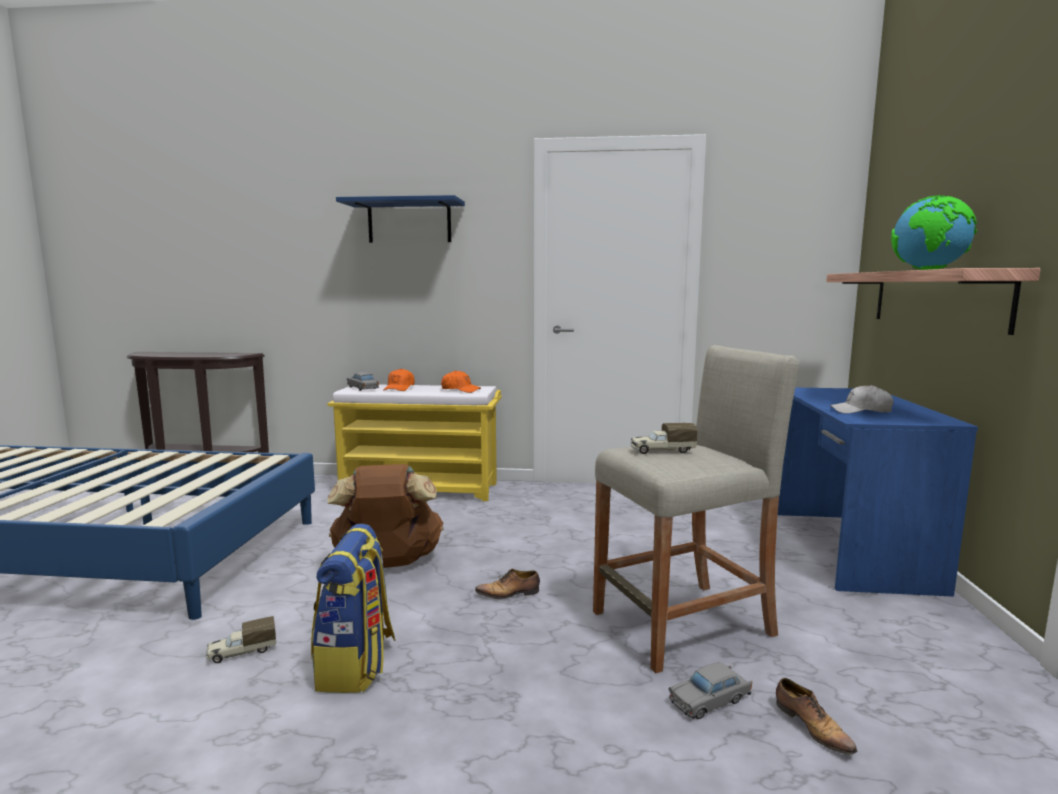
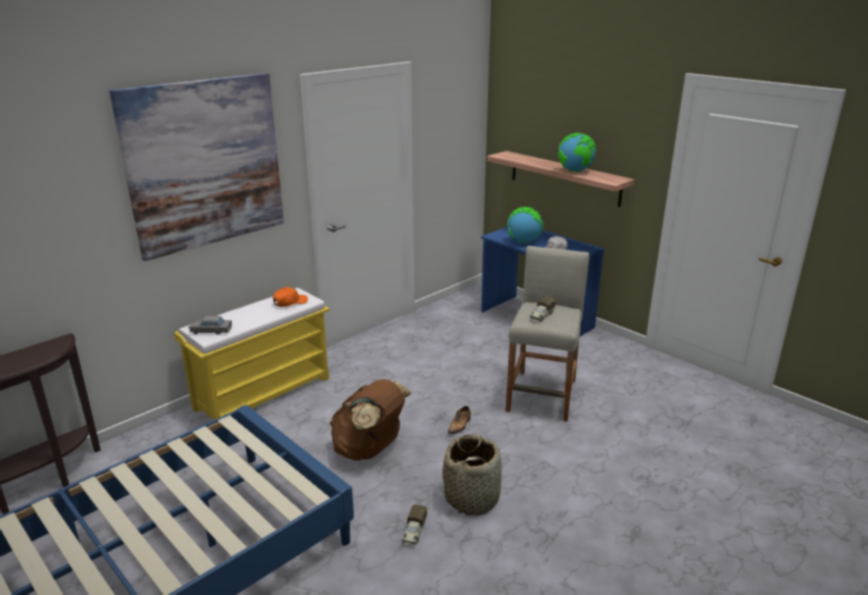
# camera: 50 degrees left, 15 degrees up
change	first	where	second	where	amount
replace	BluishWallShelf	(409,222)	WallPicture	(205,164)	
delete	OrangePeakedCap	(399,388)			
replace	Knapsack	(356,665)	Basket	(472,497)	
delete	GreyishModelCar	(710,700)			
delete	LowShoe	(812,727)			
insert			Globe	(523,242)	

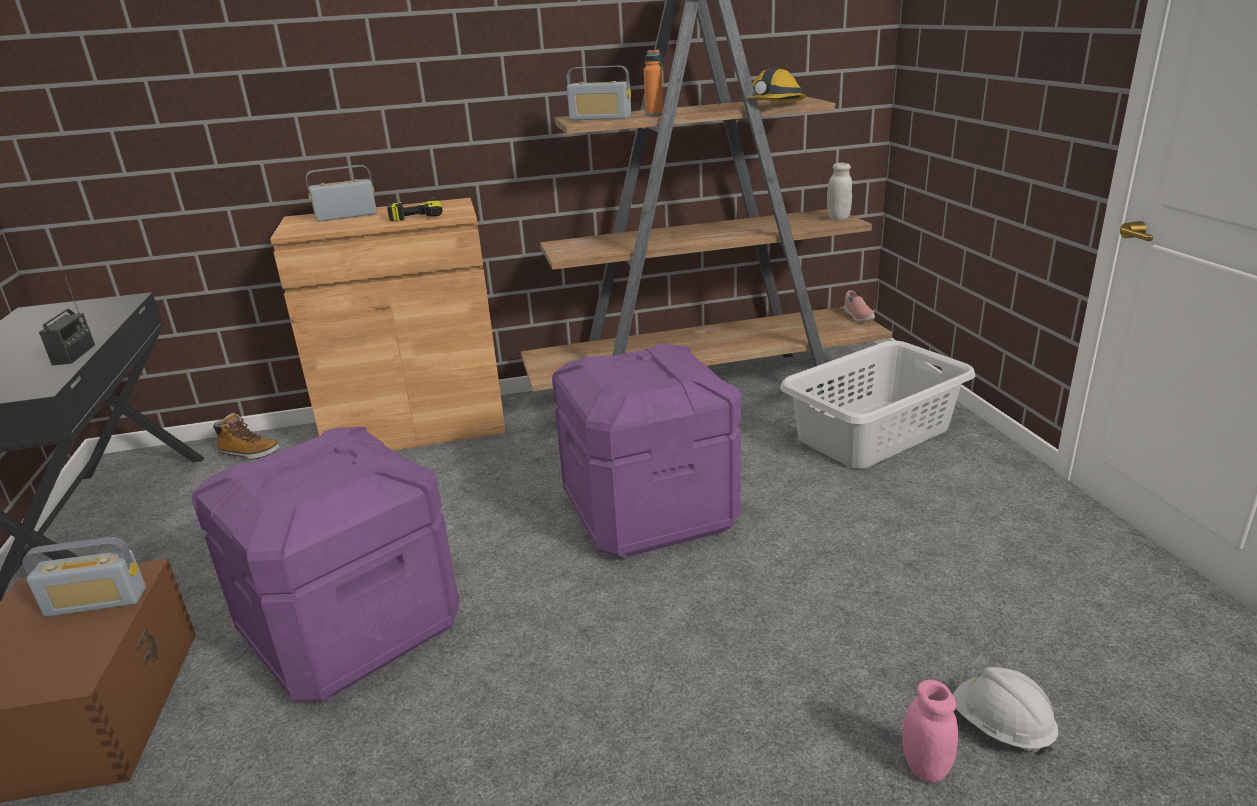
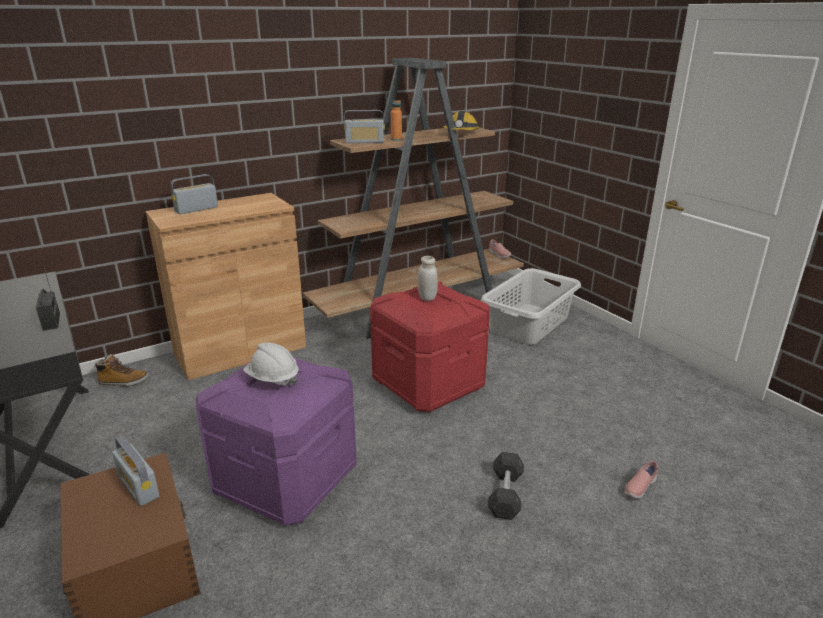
# camera: 20 degrees left, 0 degrees up
change	first	where	second	where	amount
move	WhitishPreserveJar	(838,218)		(427,297)	
delete	PowerDrill	(416,213)			
recolor	PurplishStorageContainer	(650,512)	RedStorageContainer	(429,384)	
rotate	Radio	(96,602)		(138,486)	75 degrees clockwise
move	WhitishWorkHelmet	(1000,727)		(272,379)	
replace	PinkishPreserveJar	(925,767)	PinkishLowShoe	(639,488)	
insert			GreyishFreeWeight	(505,494)	

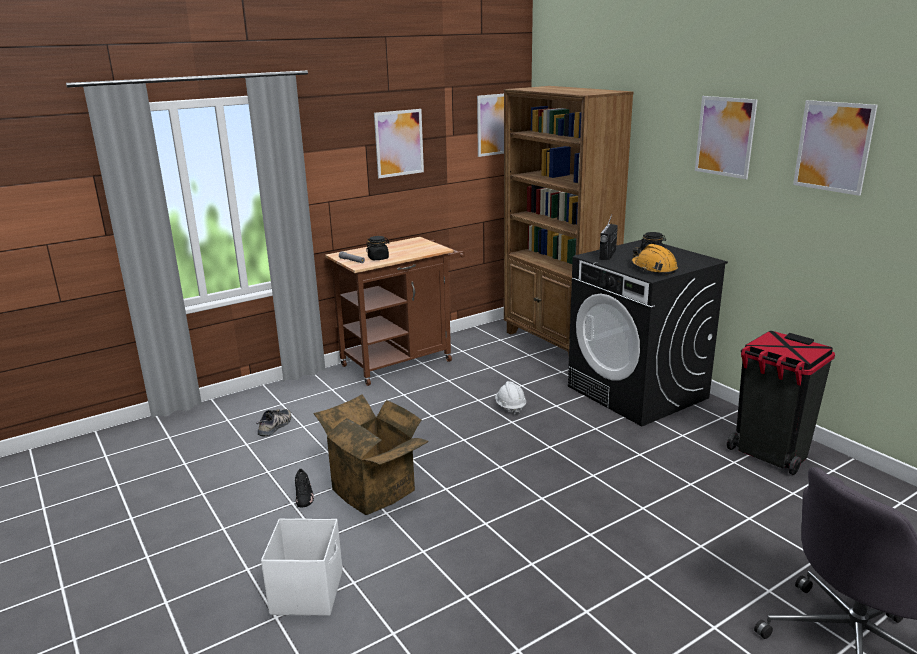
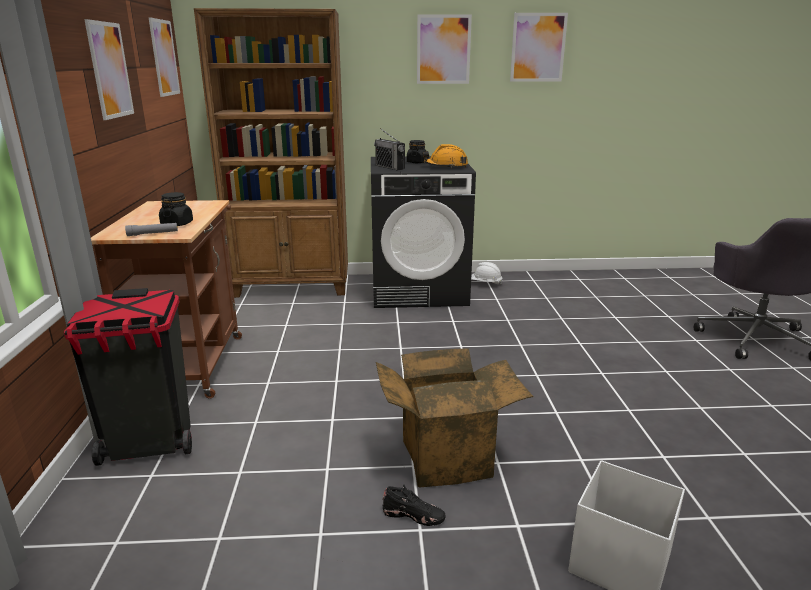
# camera: 60 degrees left, 0 degrees up
change	first	where	second	where	amount
move	BlackishWasteBin	(770,454)		(150,444)	
move	WhitishWorkHelmet	(510,407)		(485,283)	
delete	LowShoe	(275,426)			

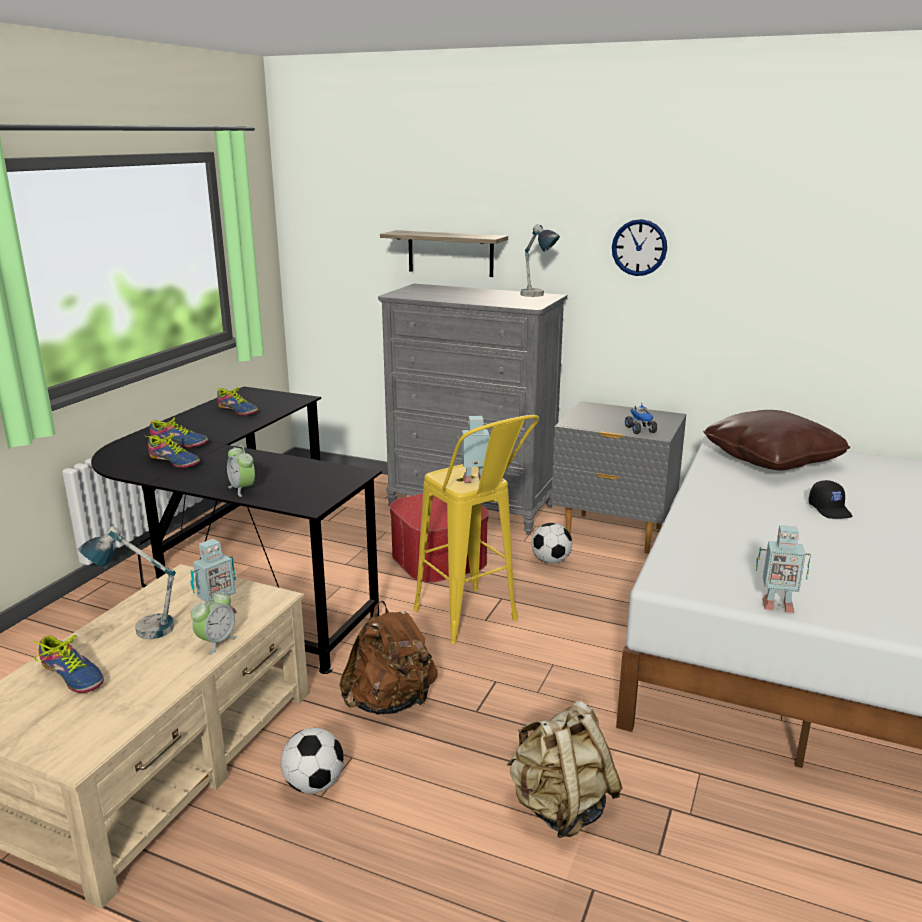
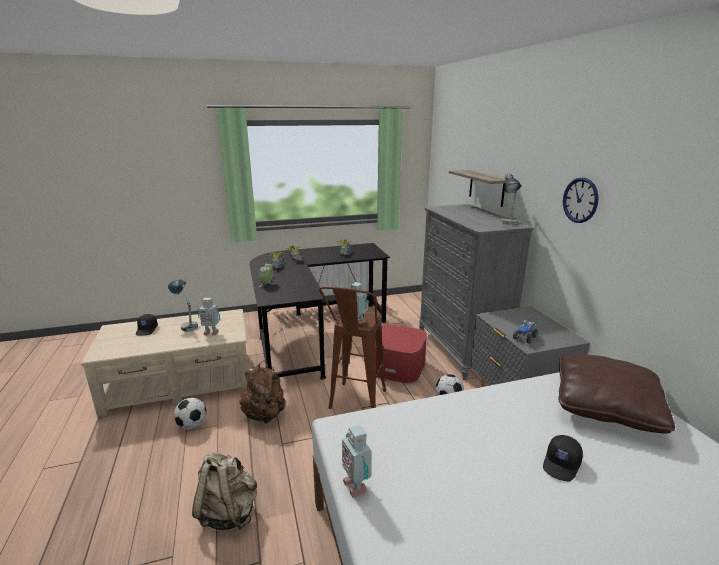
# camera: 50 degrees right, 0 degrees up
change	first	where	second	where	amount
recolor	YellowStool	(474,622)	BrownishStool	(355,405)	
delete	TableClock	(216,642)			
replace	LowShoe	(73,675)	BlackishPeakedCap	(147,330)	

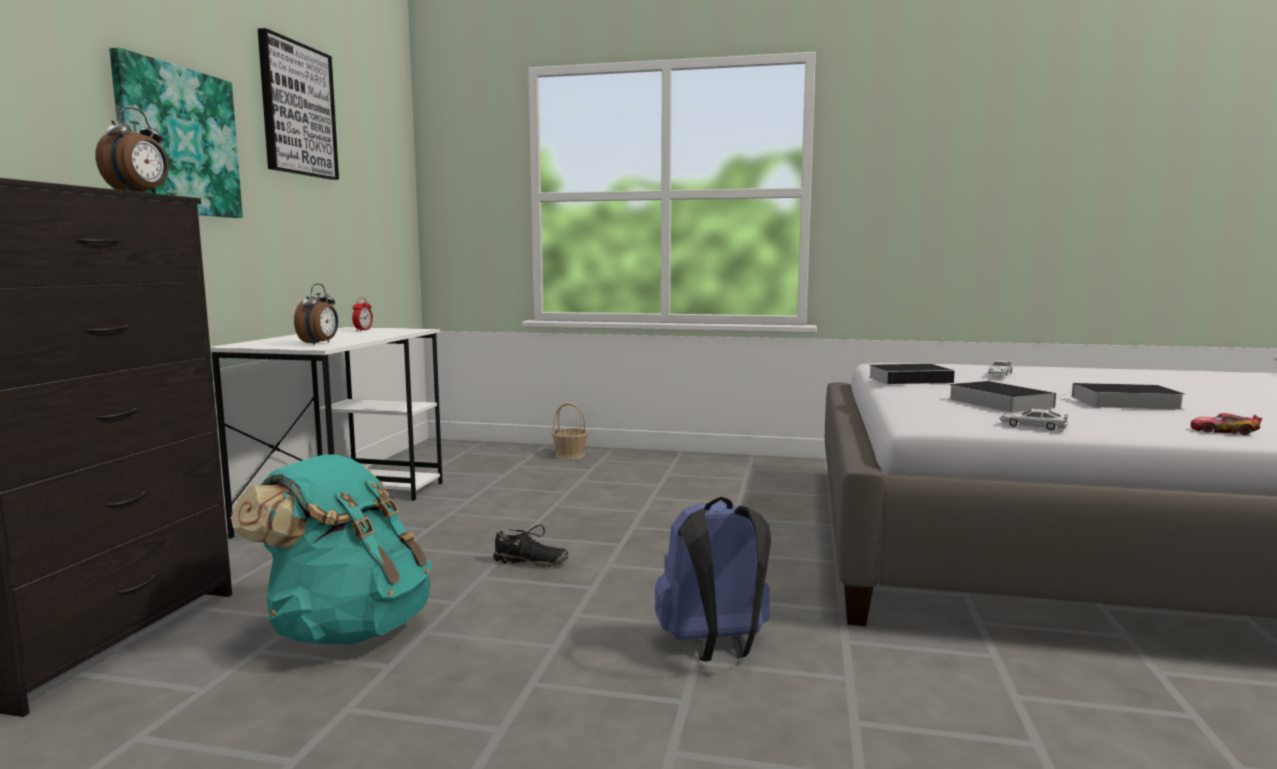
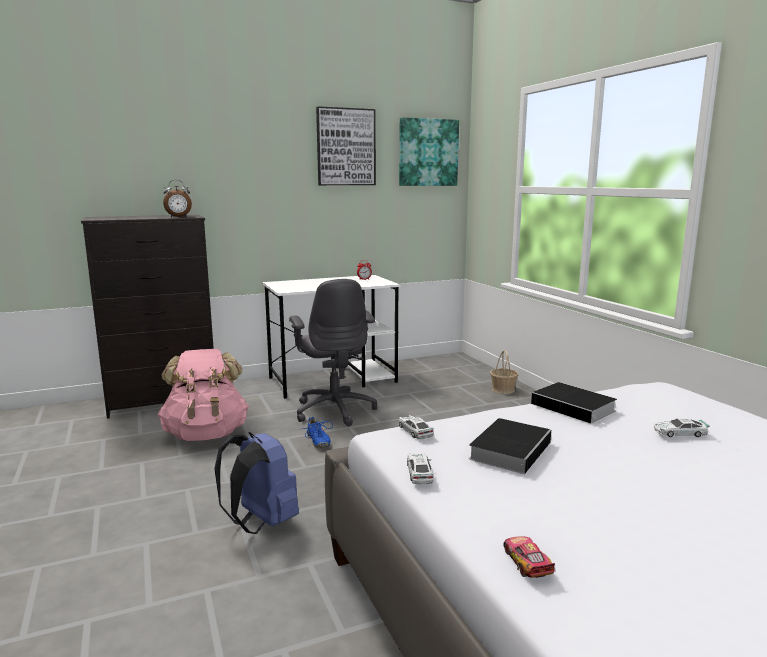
# camera: 55 degrees right, 5 degrees up
change	first	where	second	where	amount
move	WallPicture	(177,141)		(428,152)	
delete	TableClock	(320,343)			
delete	Book	(1122,403)			
recolor	BlueGreenKnapsack	(347,629)	PinkishKnapsack	(206,434)	
recolor	BlackishLowShoe	(530,562)	BluishLowShoe	(317,441)	
insert			GreyishDeskChair	(335,410)	
insert			ModelCar	(414,431)	

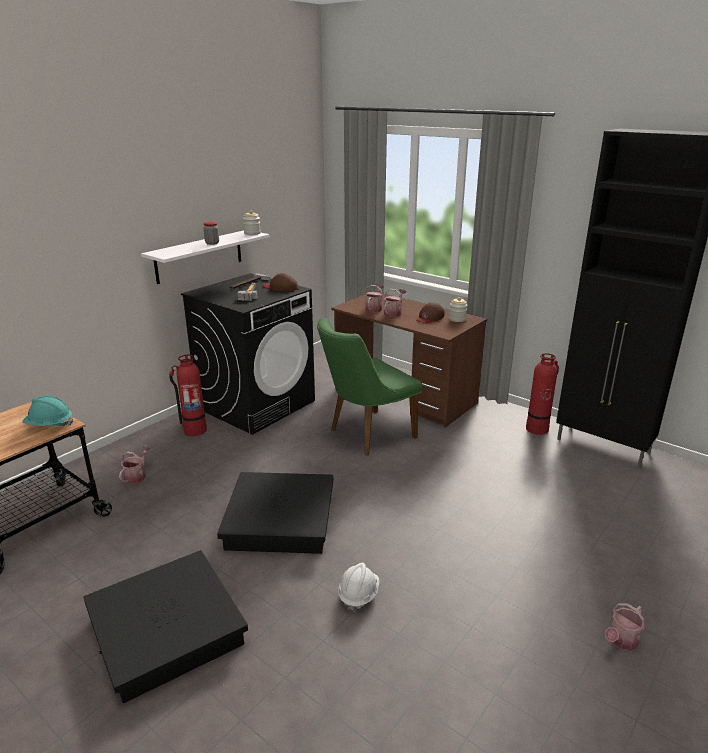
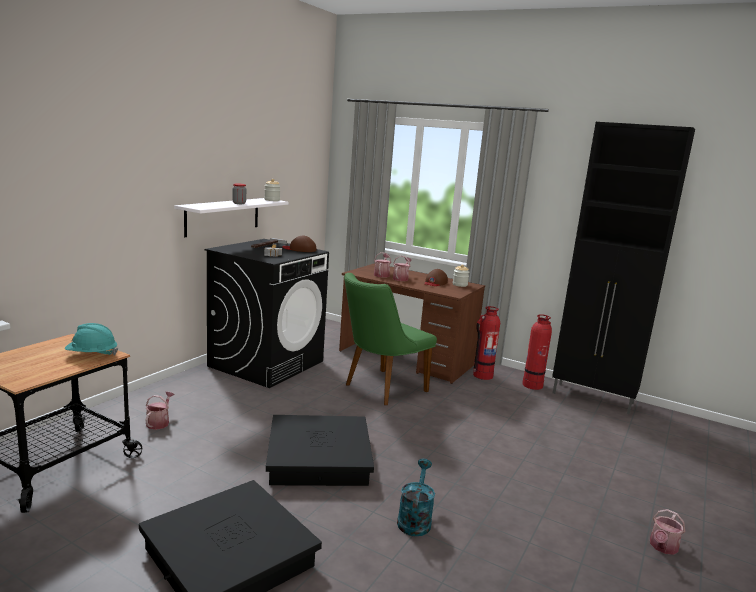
# camera: 10 degrees left, 10 degrees down
change	first	where	second	where	amount
move	FireFightingCylinder	(194,430)		(482,375)	
replace	WhitishWorkHelmet	(358,595)	BlueGreenWateringCan	(415,519)	

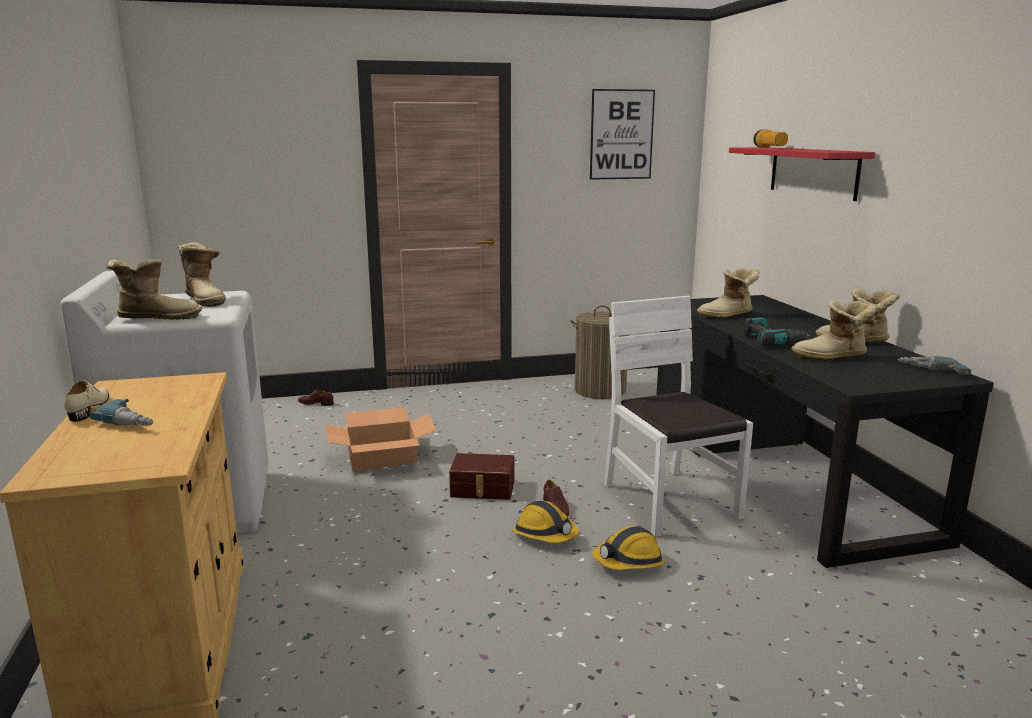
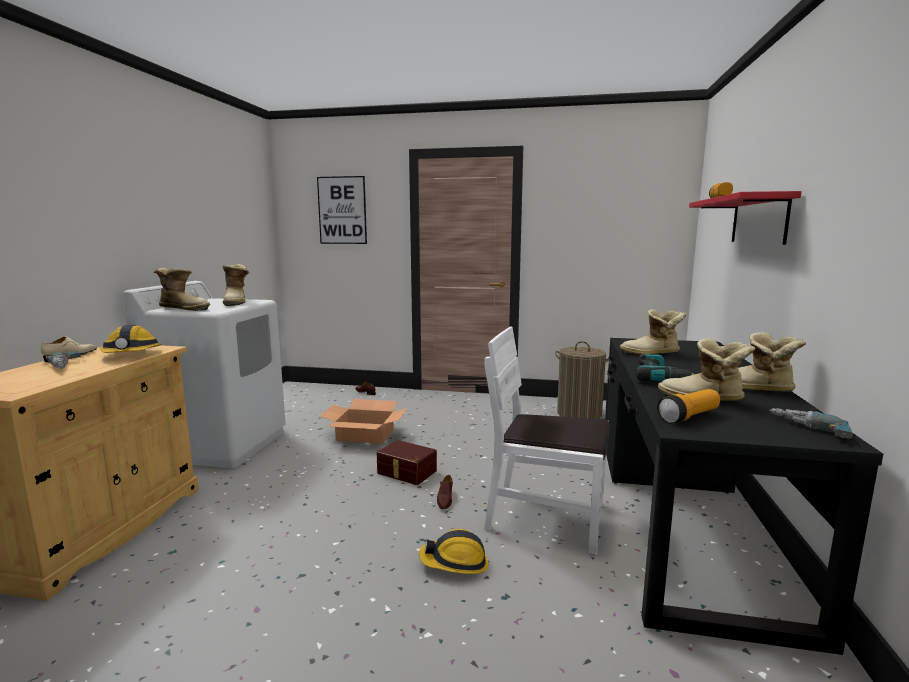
# camera: 25 degrees right, 5 degrees down
change	first	where	second	where	amount
move	WallPicture	(621,134)		(342,210)	
rotate	WhitishChair	(669,501)		(546,517)	75 degrees counterclockwise
move	WorkHelmet	(545,535)		(131,355)	
insert			Torch	(689,417)	

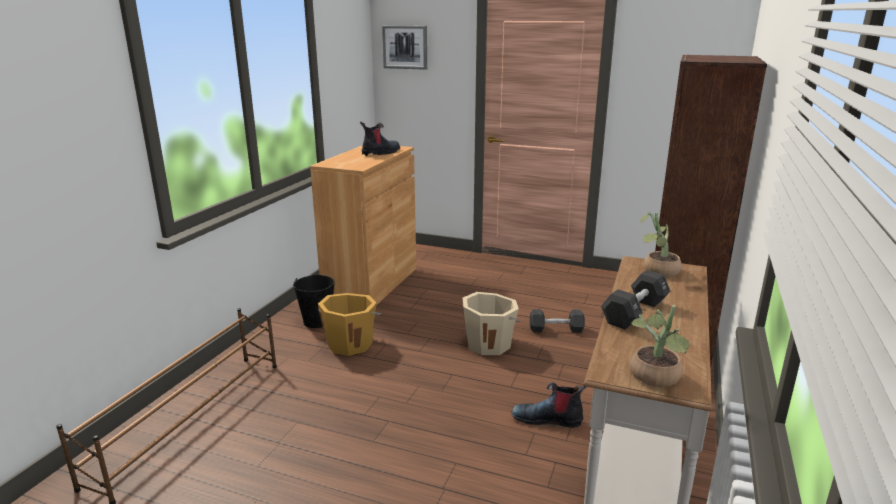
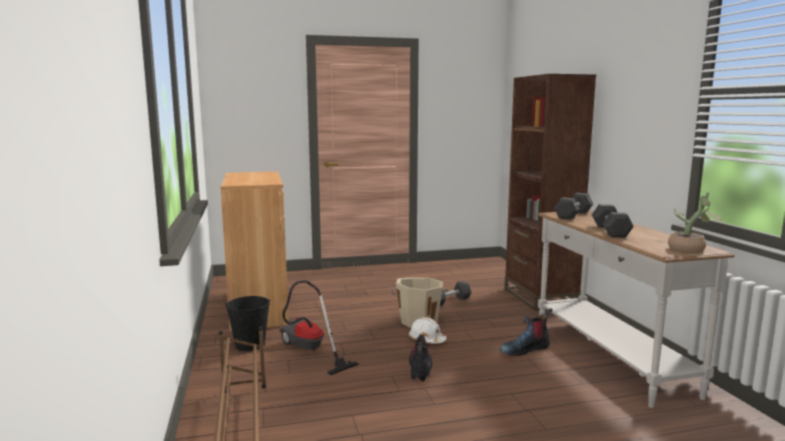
# camera: 35 degrees left, 10 degrees down
change	first	where	second	where	amount
delete	WallPicture	(405,47)			
move	Boot	(381,153)		(420,369)	
replace	PottedPlant	(657,271)	BlackishFreeWeight	(573,215)	
replace	OrangeBucket	(350,343)	Vacuum	(308,351)	
insert			WhitishWorkHelmet	(426,339)	

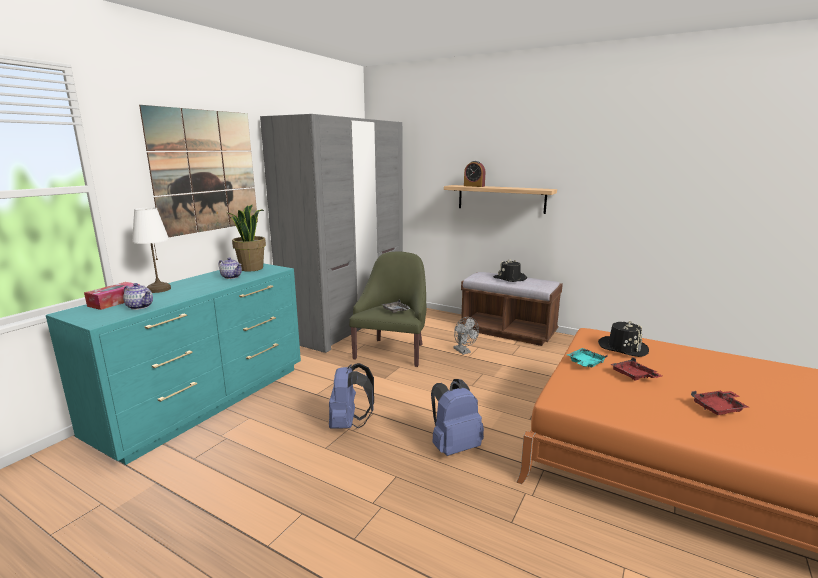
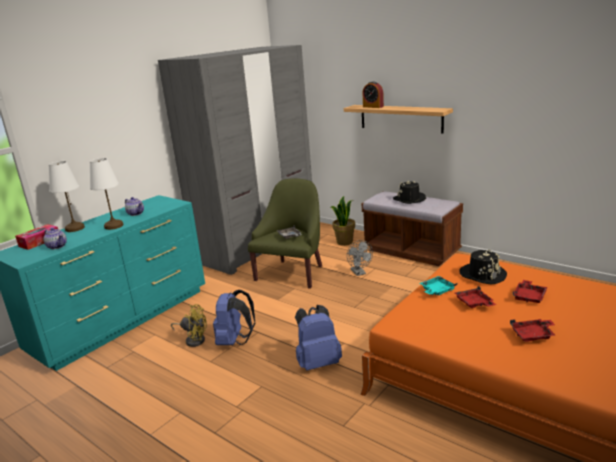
# camera: 10 degrees right, 5 degrees up
change	first	where	second	where	amount
delete	WallPicture	(205,171)			
move	PottedPlant	(251,268)		(344,242)	
insert			WhitishLampForATable	(114,226)	
insert			RedTray	(529,296)	
insert			YellowFan	(193,339)	

